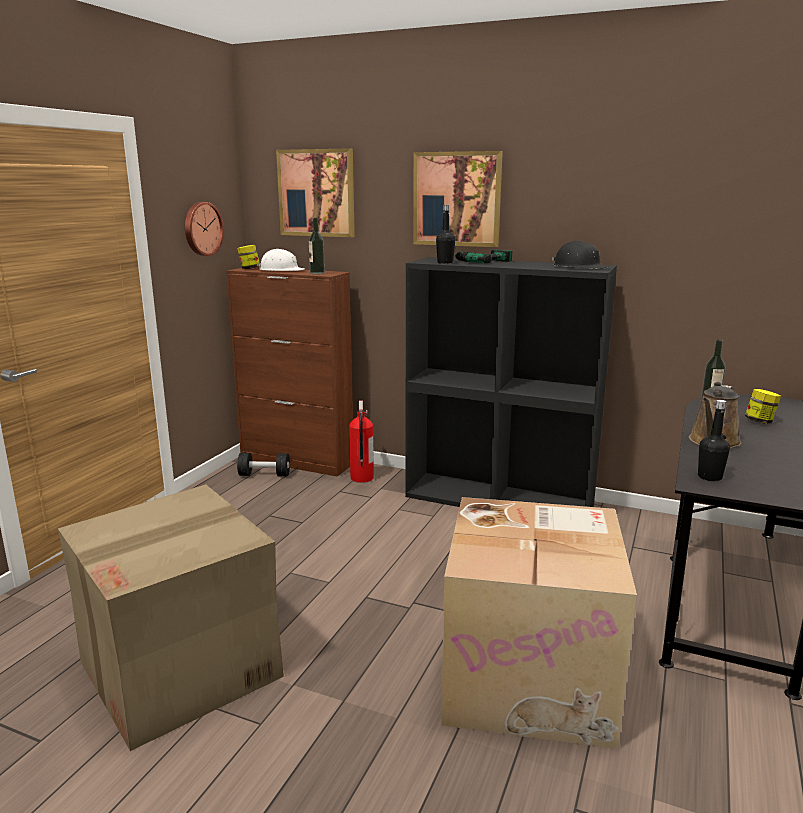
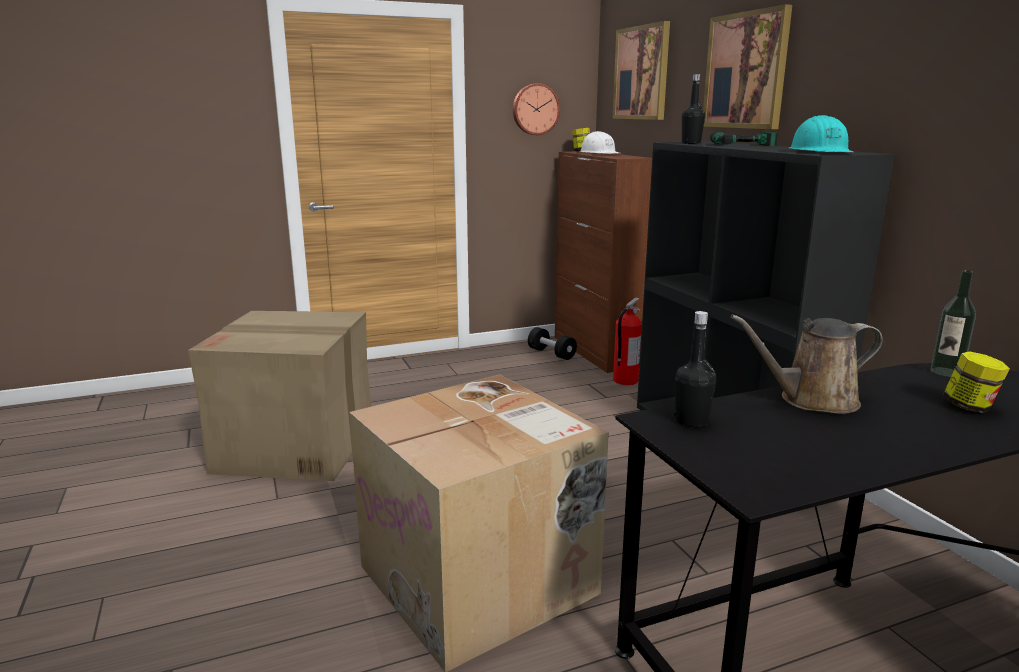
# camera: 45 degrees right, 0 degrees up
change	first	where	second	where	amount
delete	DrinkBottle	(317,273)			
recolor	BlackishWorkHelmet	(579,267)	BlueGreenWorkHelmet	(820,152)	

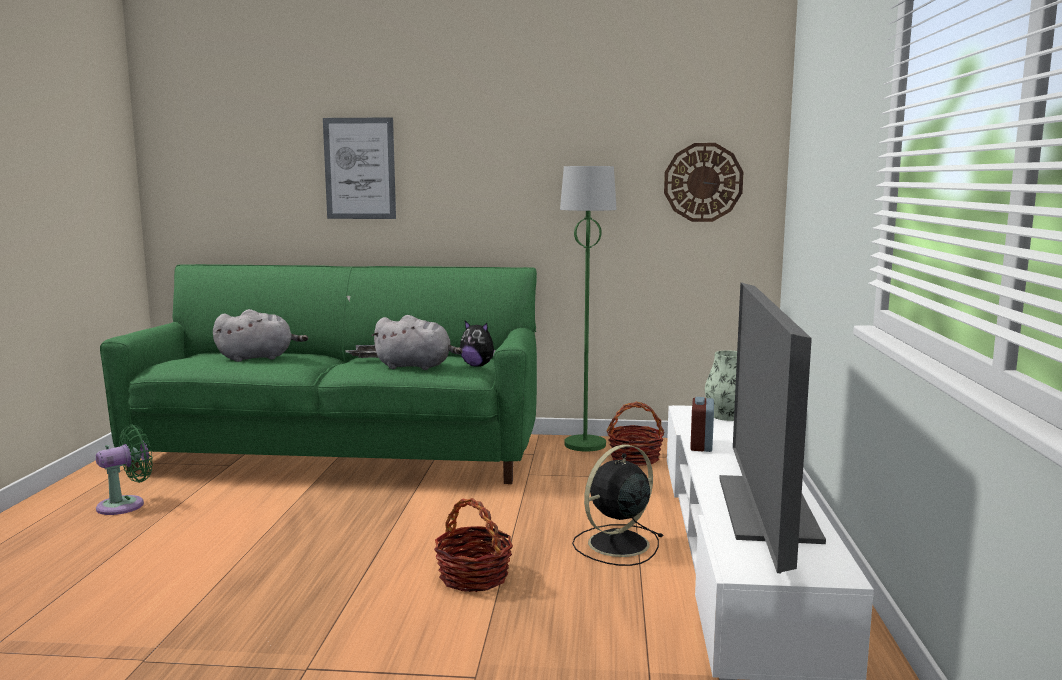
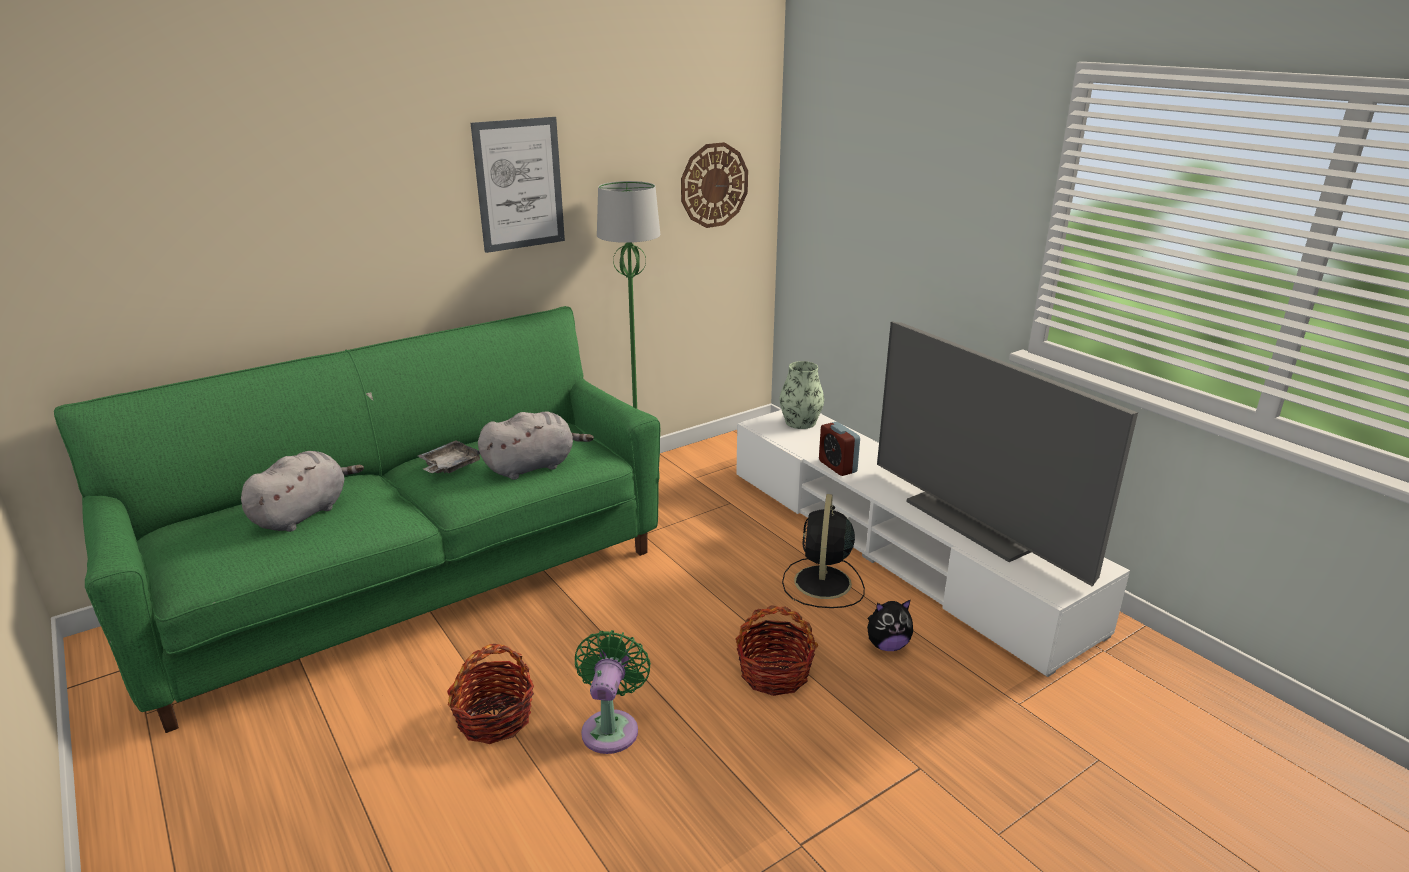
# camera: 40 degrees left, 15 degrees up
change	first	where	second	where	amount
move	WallPicture	(360,168)		(519,184)	
move	CuddlyToy	(478,366)		(887,645)	
move	Basket	(635,458)		(494,718)	
move	GreenishFan	(126,505)		(611,727)	

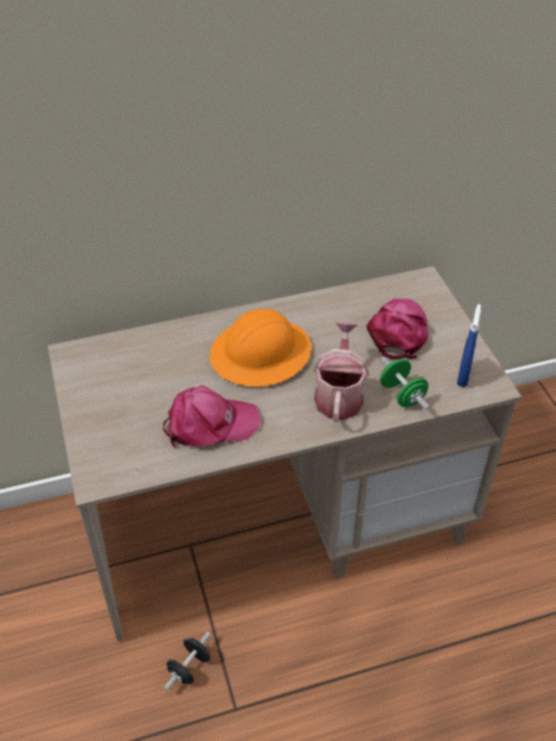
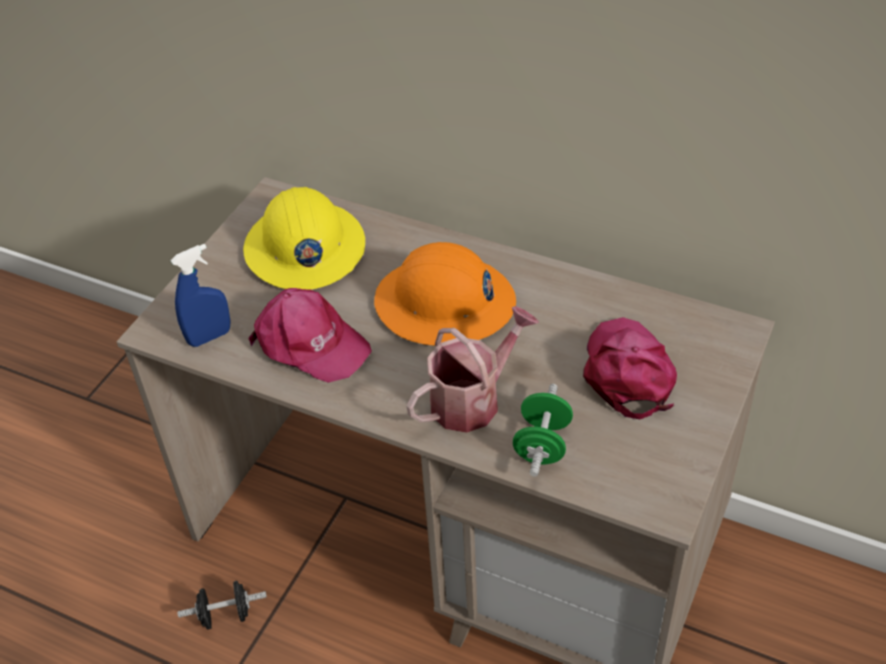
# camera: 45 degrees right, 0 degrees up
change	first	where	second	where	amount
rotate	PinkishPeakedCap	(398,332)		(628,372)	60 degrees counterclockwise
move	BluishSprayBottle	(463,376)		(209,337)	
insert			YellowWorkHelmet	(304,248)	

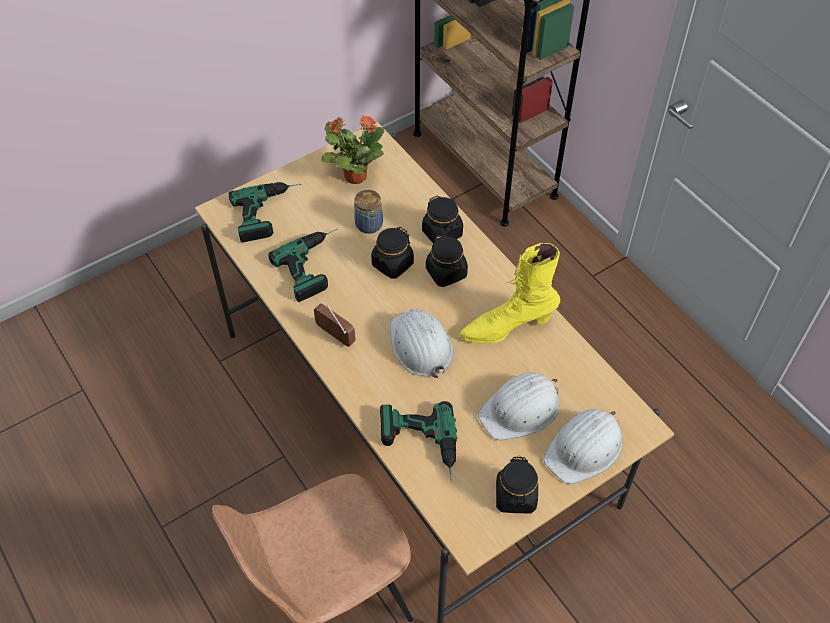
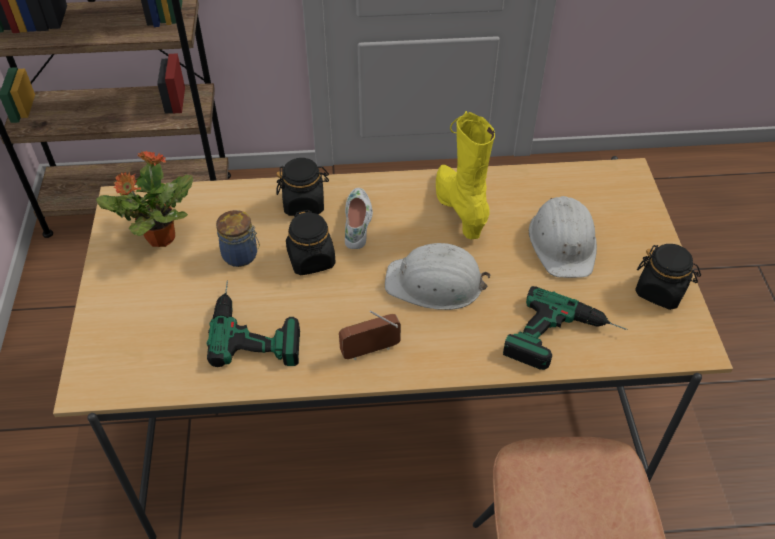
# camera: 60 degrees left, 5 degrees down
change	first	where	second	where	amount
delete	PowerDrill	(270,212)			
replace	BlackishPreserveJar	(446,273)	WhitishLowShoe	(358,223)	
rotate	YellowBoot	(507,327)		(459,209)	150 degrees clockwise
delete	WhitishWorkHelmet	(585,448)			

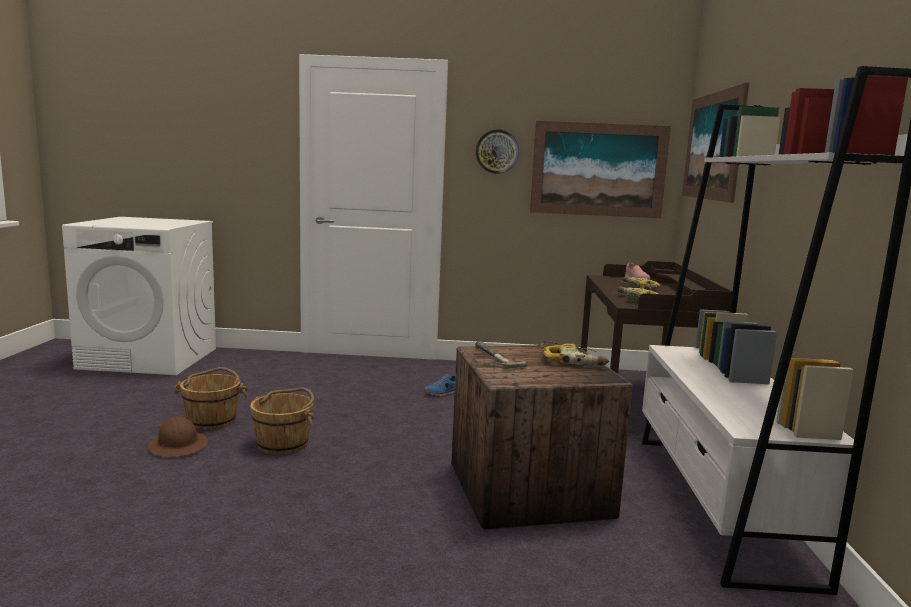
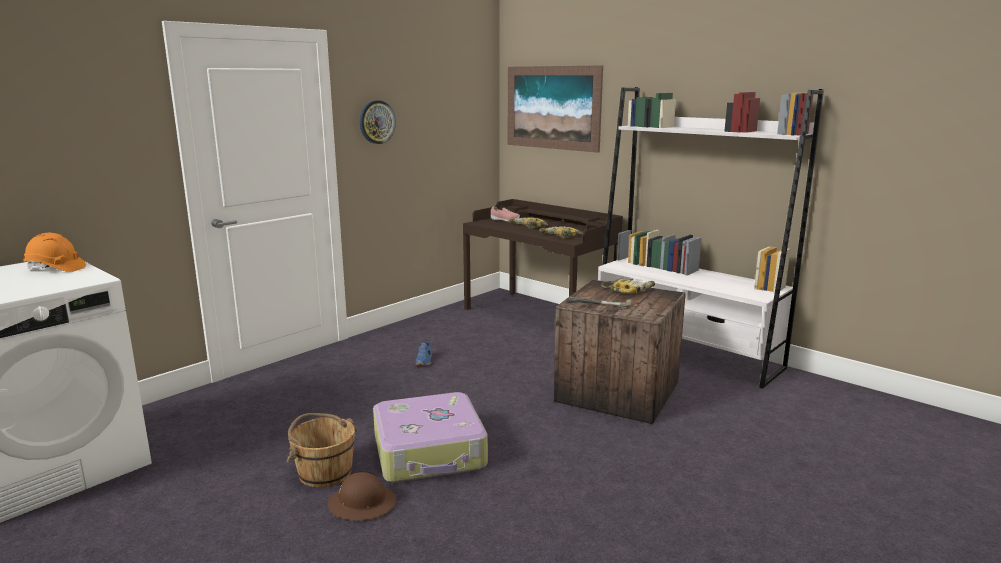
# camera: 50 degrees left, 5 degrees up
change	first	where	second	where	amount
delete	WallPicture	(598,169)			
replace	BrownishBucket	(283,443)	TravelCase	(430,452)	
insert			OrangeWorkHelmet	(55,269)	

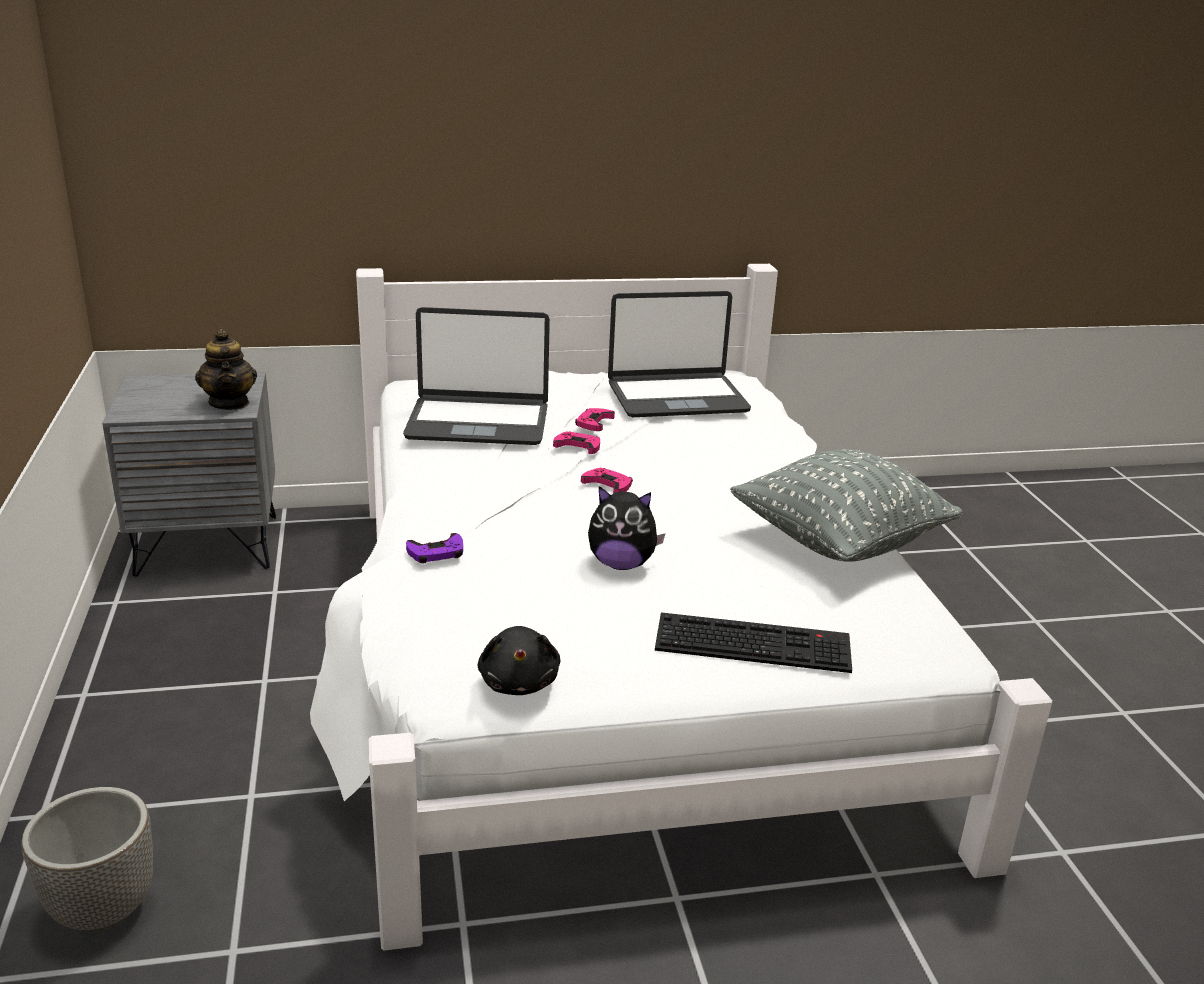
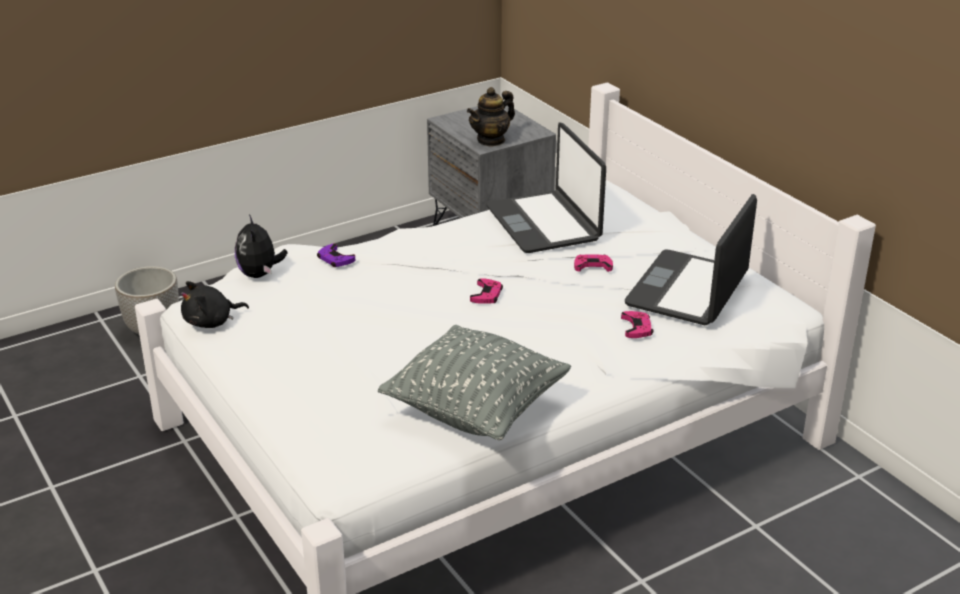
# camera: 70 degrees right, 5 degrees up
change	first	where	second	where	amount
rotate	NotebookComputer	(676,397)		(689,290)	60 degrees clockwise
move	PinkishGameController	(578,446)		(637,328)	
move	CuddlyToy	(621,564)		(260,274)	
delete	PcKeyboard	(755,642)			

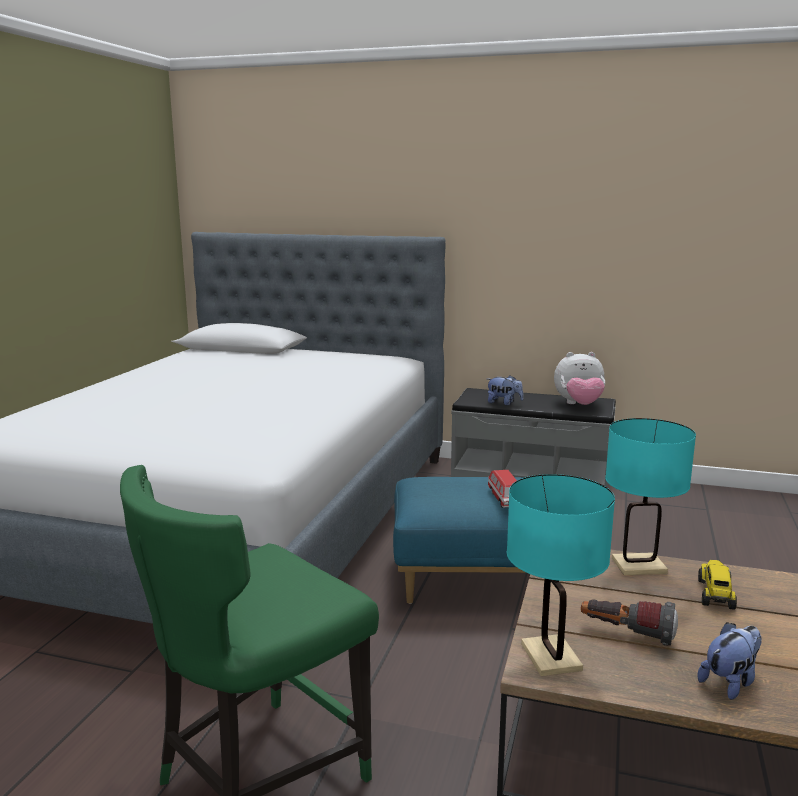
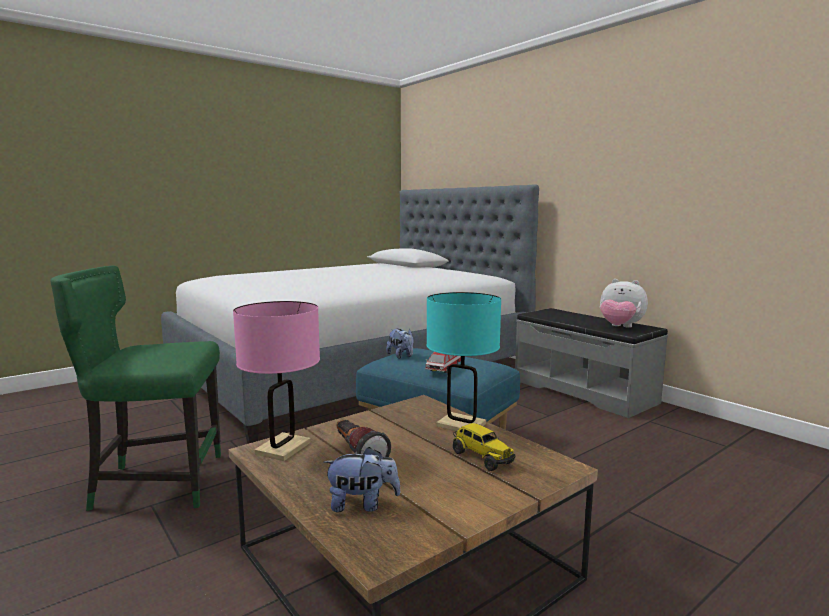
# camera: 35 degrees right, 5 degrees down
change	first	where	second	where	amount
move	CuddlyToy	(504,403)		(401,356)	
recolor	BlueGreenLampForATable	(550,657)	PinkishLampForATable	(283,448)	
rotate	ToyLorry	(716,595)		(481,457)	90 degrees clockwise

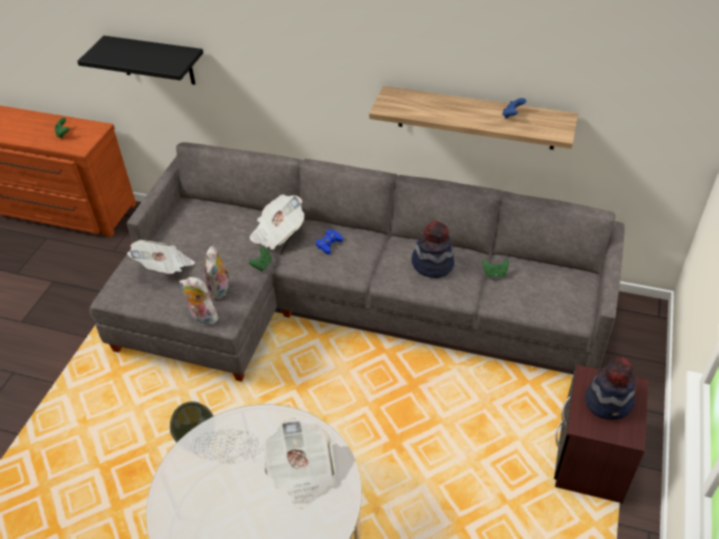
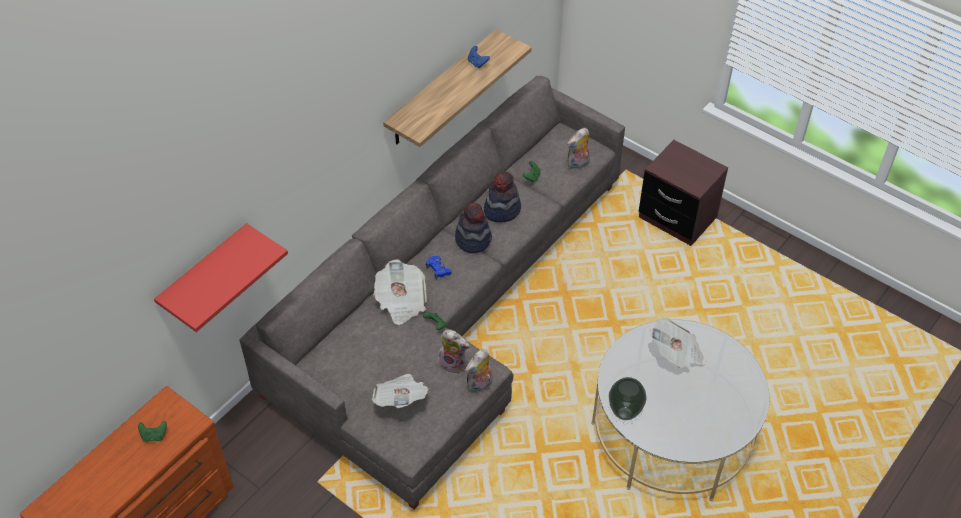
# camera: 70 degrees left, 5 degrees up
change	first	where	second	where	amount
recolor	BlackishWallShelf	(156,60)	RedWallShelf	(205,275)	
move	Hat	(609,401)		(473,239)	
insert			CuddlyToy	(578,165)	

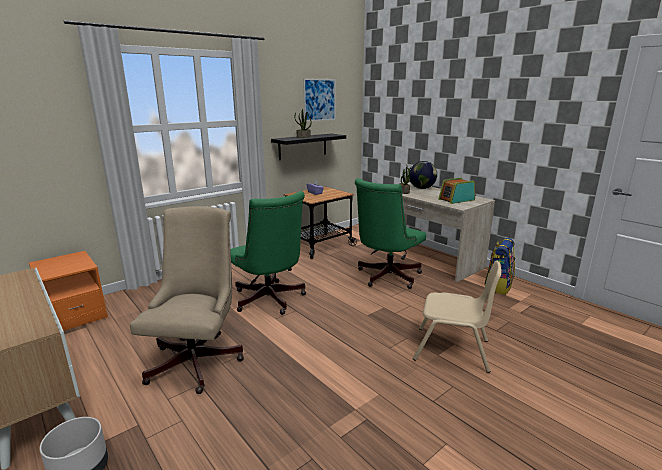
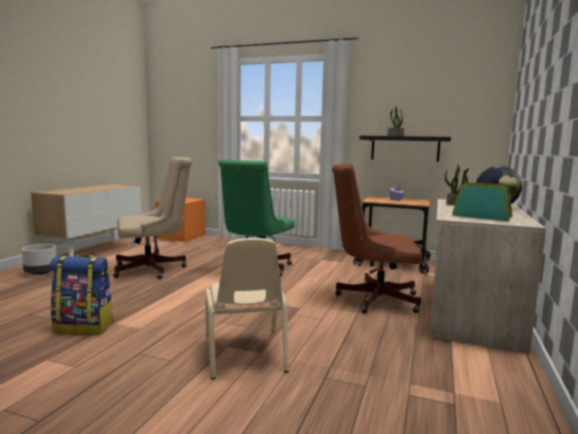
# camera: 60 degrees right, 10 degrees down
change	first	where	second	where	amount
delete	WallPicture	(319,100)			
recolor	GreenishDeskChair	(386,277)	BrownishDeskChair	(372,298)	
move	Knapsack	(498,286)		(85,327)	

